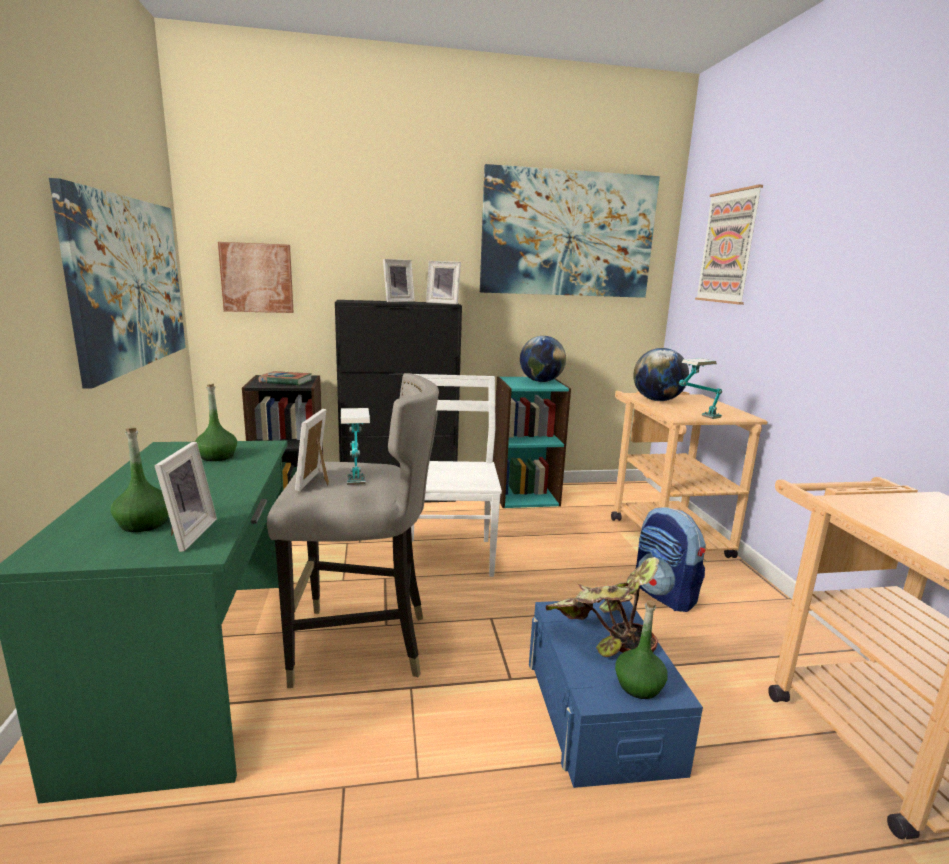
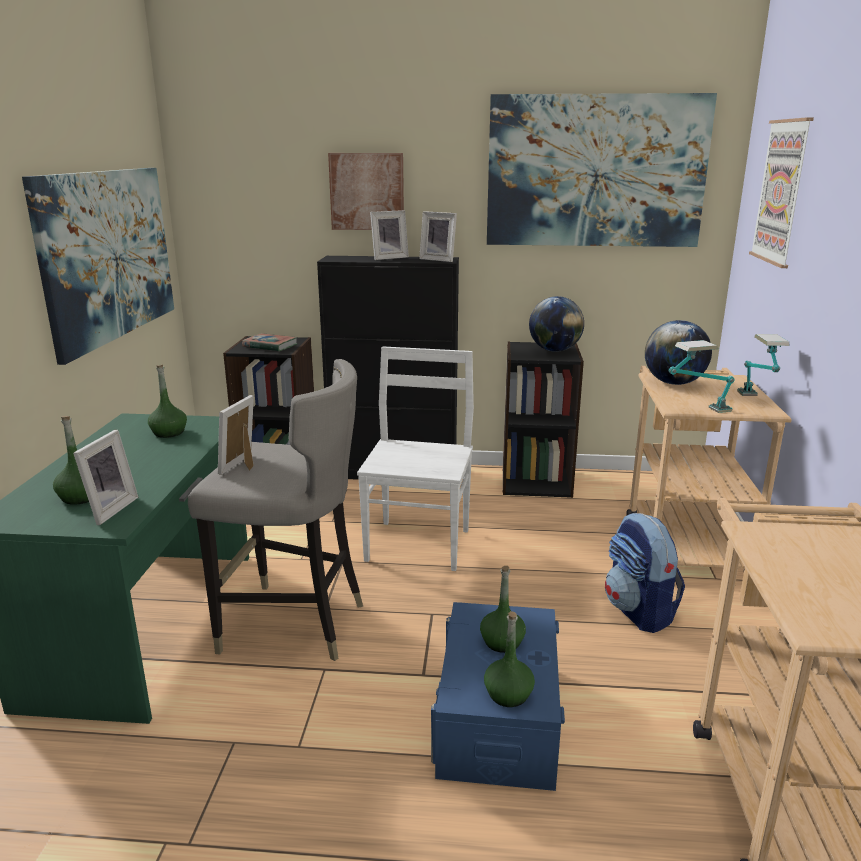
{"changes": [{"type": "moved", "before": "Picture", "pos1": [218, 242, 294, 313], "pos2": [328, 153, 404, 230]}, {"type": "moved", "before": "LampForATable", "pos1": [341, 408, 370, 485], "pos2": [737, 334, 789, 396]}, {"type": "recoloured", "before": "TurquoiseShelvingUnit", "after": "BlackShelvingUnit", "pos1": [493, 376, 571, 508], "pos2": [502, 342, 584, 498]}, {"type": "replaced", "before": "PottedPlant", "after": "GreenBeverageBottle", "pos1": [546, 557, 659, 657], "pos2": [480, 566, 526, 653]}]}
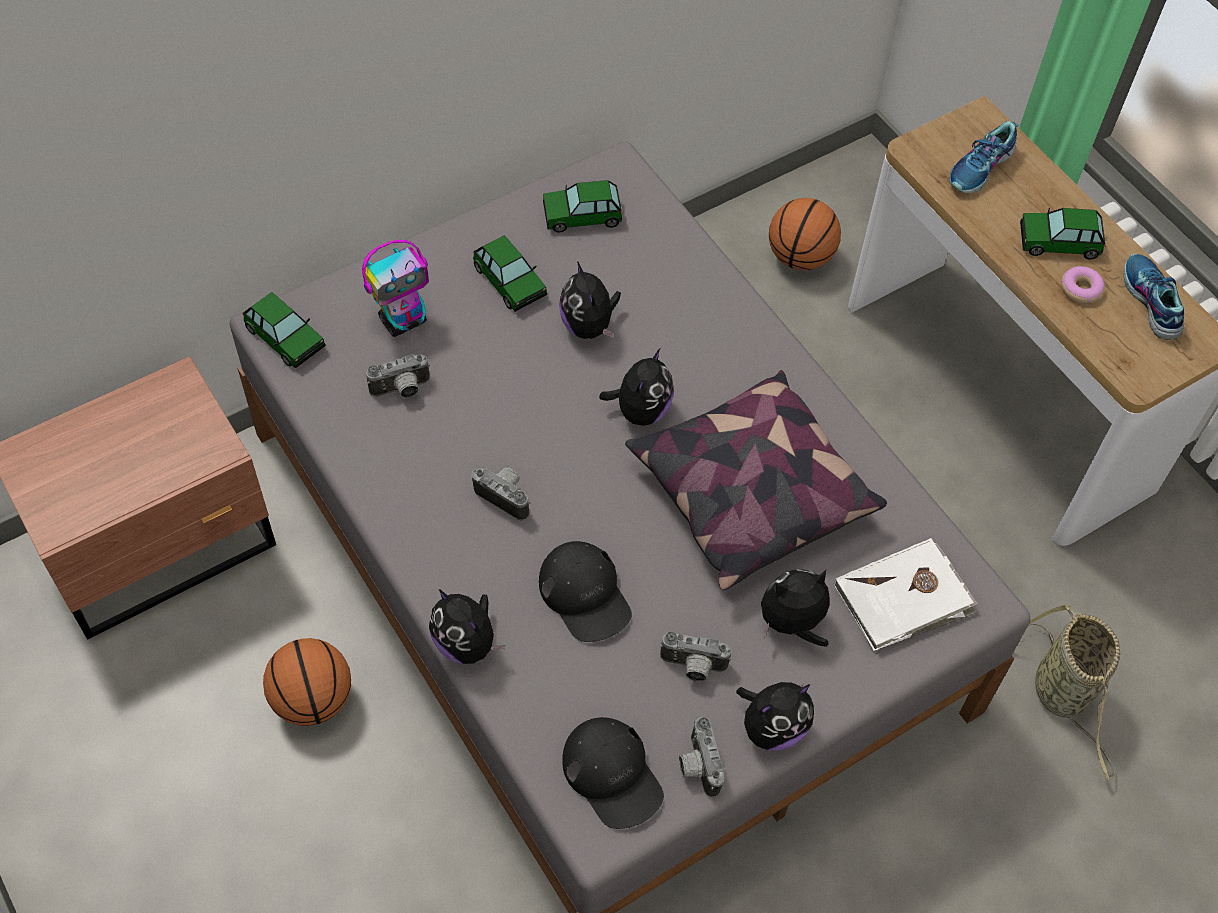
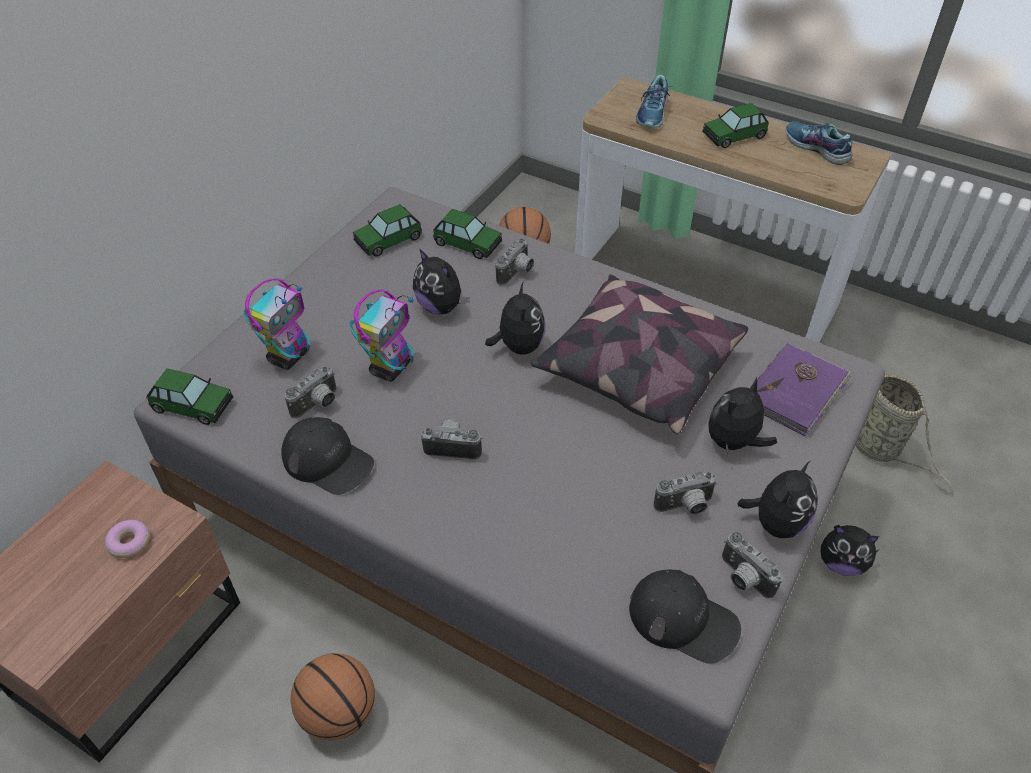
{"changes": [{"type": "moved", "before": "CuddlyToy", "pos1": [429, 589, 505, 664], "pos2": [821, 525, 879, 576]}, {"type": "moved", "before": "ToyCar", "pos1": [473, 235, 547, 312], "pos2": [433, 209, 502, 259]}, {"type": "moved", "before": "BlackBaseballCap", "pos1": [539, 541, 632, 642], "pos2": [281, 417, 374, 495]}, {"type": "recoloured", "before": "WhiteColouredBook", "after": "PurplishBook", "pos1": [834, 538, 978, 652], "pos2": [757, 343, 852, 436]}, {"type": "moved", "before": "Doughnut", "pos1": [1061, 266, 1105, 303], "pos2": [104, 520, 149, 558]}, {"type": "added", "after": "ModelRobot", "pos2": [350, 289, 414, 382]}, {"type": "added", "after": "StillCamera", "pos2": [495, 238, 534, 285]}]}
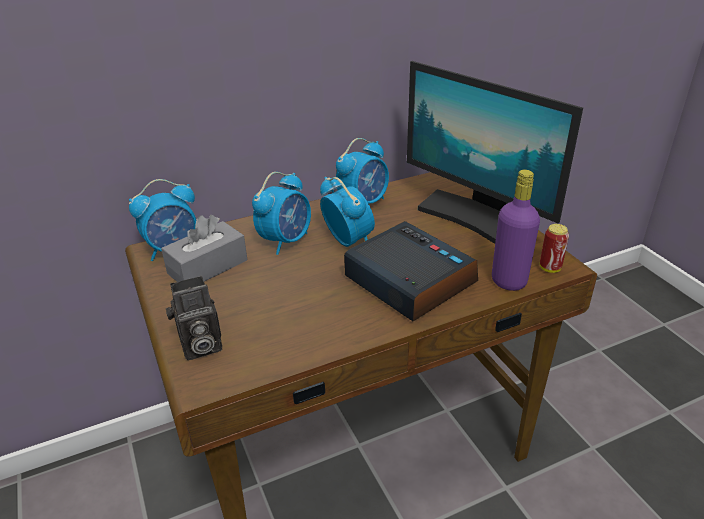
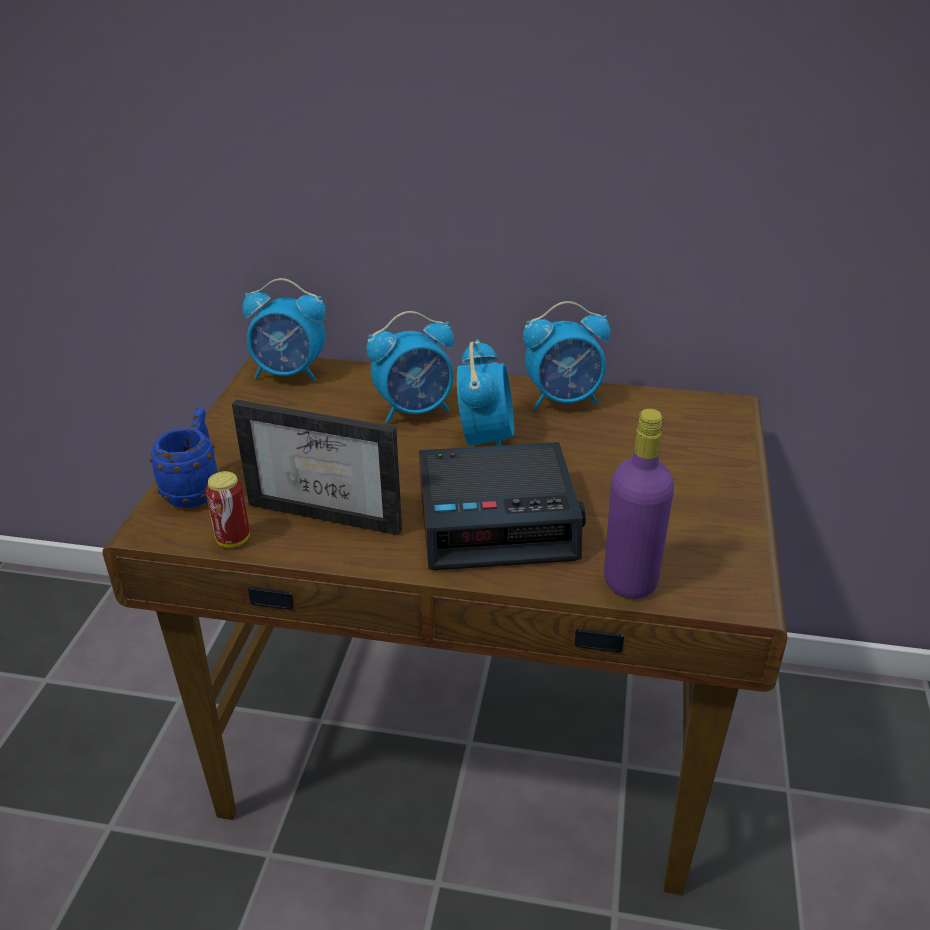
{"changes": [{"type": "removed", "before": "GreyishTissueHolder", "pos1": [161, 215, 247, 282]}, {"type": "replaced", "before": "StillCamera", "after": "BlueColouredCoffeeMug", "pos1": [166, 276, 222, 360], "pos2": [150, 408, 218, 508]}, {"type": "turned", "before": "AlarmClock", "pos1": [344, 221, 478, 321], "pos2": [419, 442, 586, 570], "turn": 90}, {"type": "removed", "before": "ComputerScreen", "pos1": [407, 61, 583, 244]}, {"type": "moved", "before": "SealedCan", "pos1": [540, 224, 569, 273], "pos2": [206, 471, 250, 548]}, {"type": "added", "after": "PictureFrame", "pos2": [232, 400, 402, 535]}]}
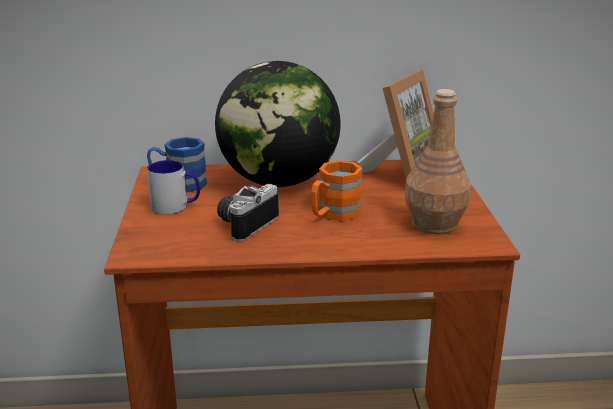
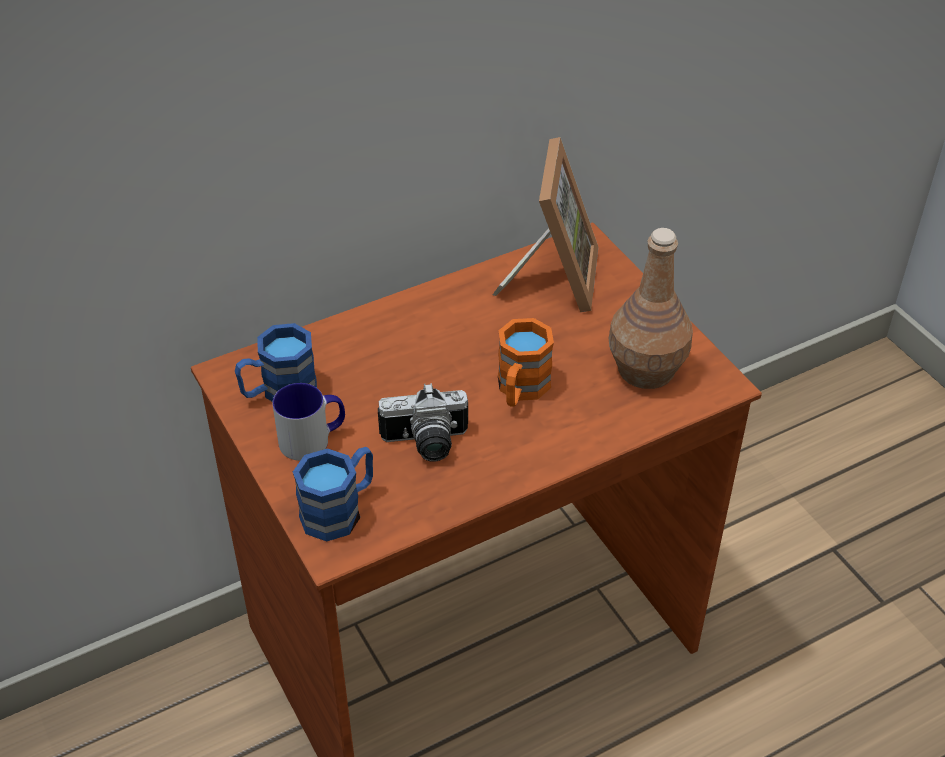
{"changes": [{"type": "removed", "before": "WorldGlobe", "pos1": [215, 61, 341, 187]}, {"type": "turned", "before": "StillCamera", "pos1": [217, 184, 279, 241], "pos2": [378, 383, 468, 462], "turn": -105}, {"type": "added", "after": "BlueColouredCoffeeMug", "pos2": [293, 447, 373, 542]}]}
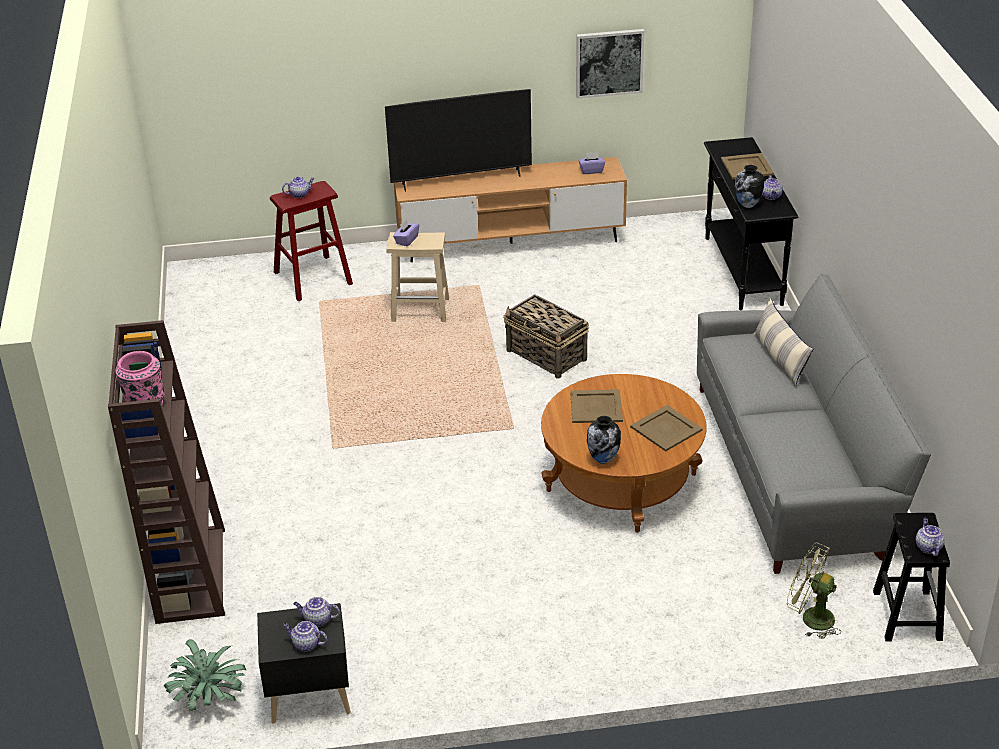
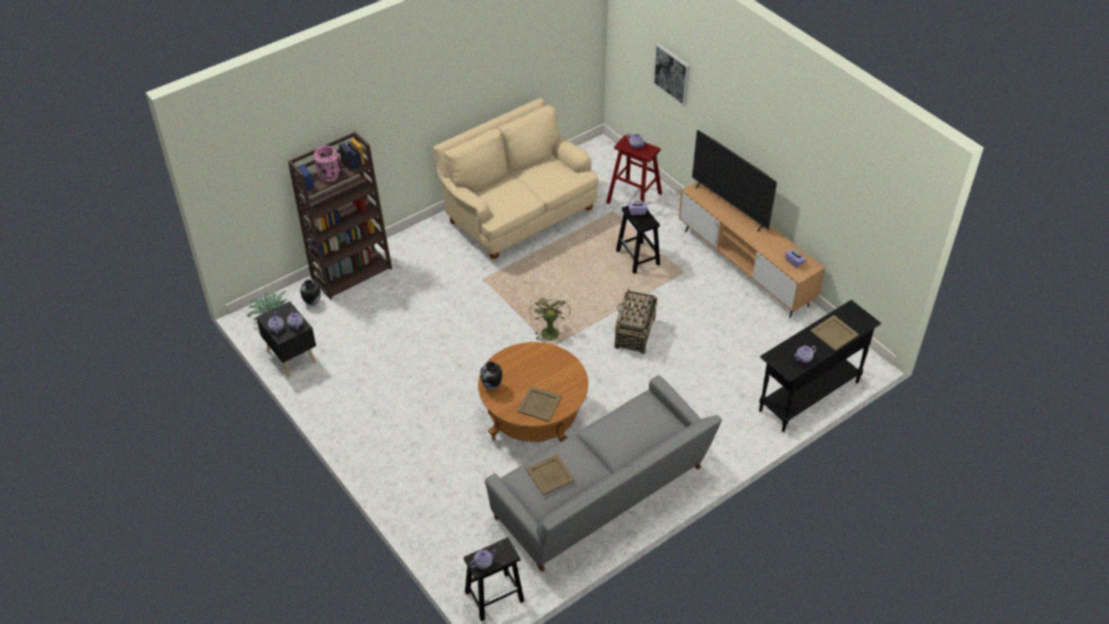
{"changes": [{"type": "recoloured", "before": "BeigeColouredStoolSeat", "after": "BlackStoolSeat", "pos1": [386, 232, 449, 322], "pos2": [616, 205, 660, 274]}, {"type": "moved", "before": "BeigeColouredCarryingTray", "pos1": [570, 389, 623, 423], "pos2": [526, 454, 575, 495]}, {"type": "moved", "before": "Picture", "pos1": [576, 29, 644, 99], "pos2": [653, 43, 690, 106]}, {"type": "moved", "before": "FlowerVase", "pos1": [735, 165, 764, 208], "pos2": [300, 280, 321, 306]}, {"type": "removed", "before": "Cushion", "pos1": [753, 298, 813, 386]}, {"type": "moved", "before": "GreenFan", "pos1": [787, 543, 841, 639], "pos2": [530, 293, 571, 343]}, {"type": "added", "after": "BeigeColouredCouch", "pos2": [433, 98, 598, 261]}]}
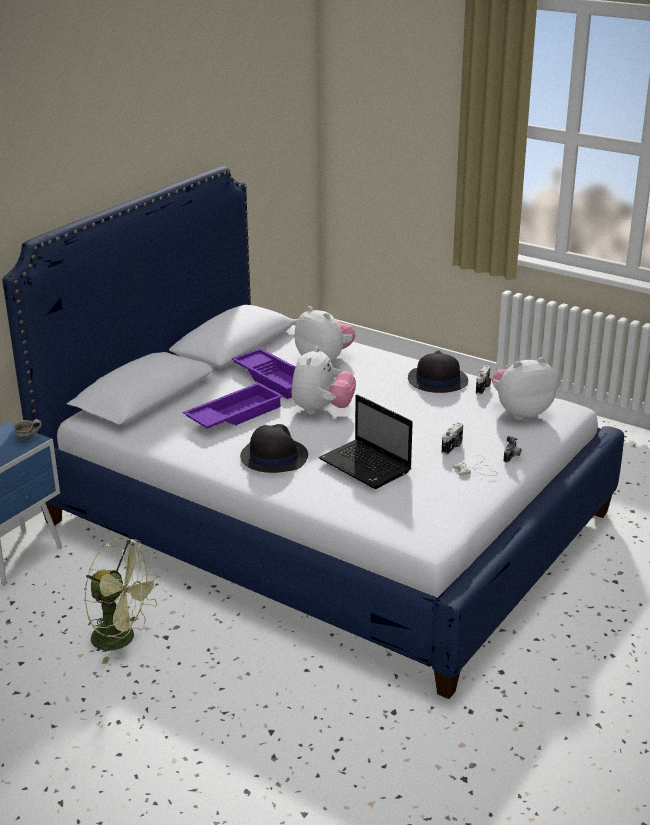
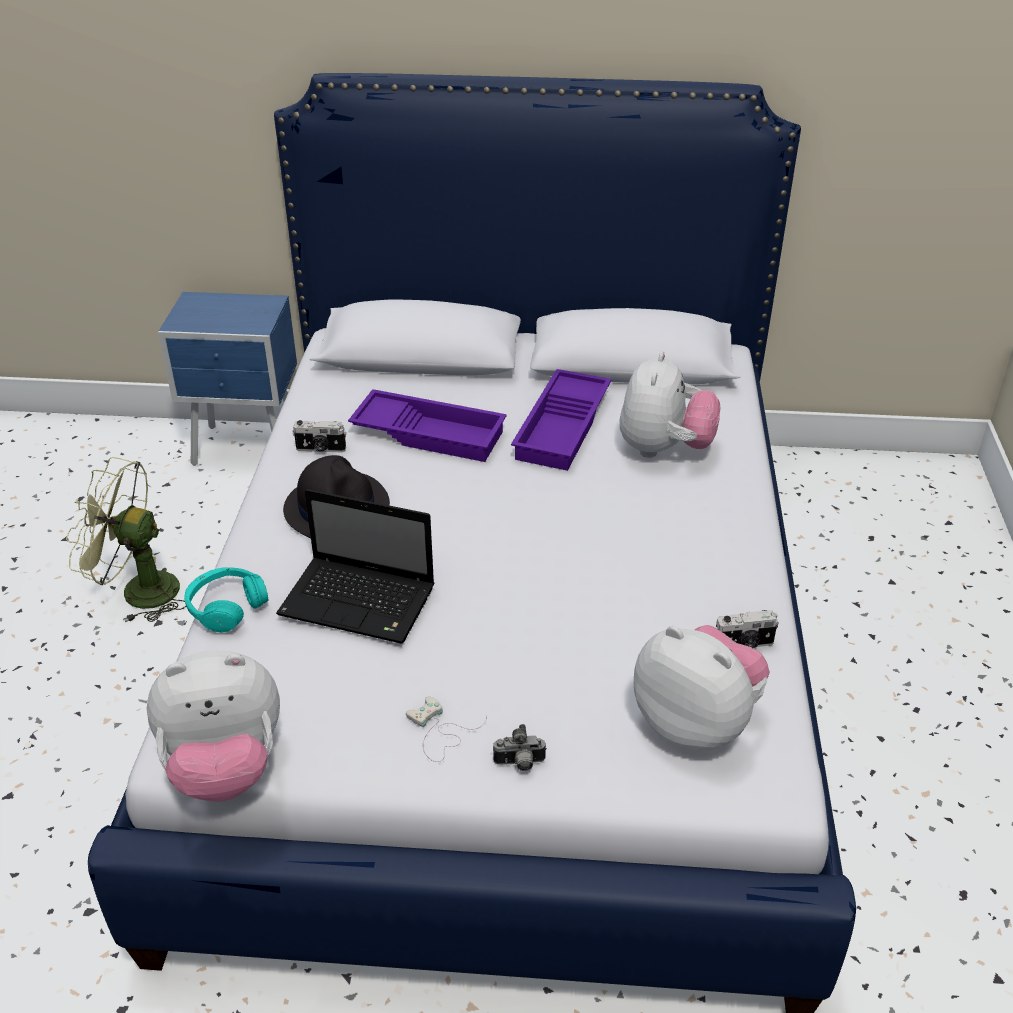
{"changes": [{"type": "removed", "before": "GreyishCoffeeMug", "pos1": [13, 419, 42, 440]}, {"type": "turned", "before": "GreenFan", "pos1": [84, 537, 161, 664], "pos2": [66, 457, 186, 623], "turn": 105}, {"type": "moved", "before": "CuddlyToy", "pos1": [292, 346, 356, 414], "pos2": [147, 650, 280, 802]}, {"type": "turned", "before": "Laptop", "pos1": [319, 394, 413, 489], "pos2": [276, 489, 435, 644], "turn": -90}, {"type": "removed", "before": "BlackWearableHat", "pos1": [408, 351, 468, 393]}, {"type": "moved", "before": "StillCamera", "pos1": [442, 422, 463, 455], "pos2": [292, 420, 346, 452]}, {"type": "added", "after": "TurquoiseHeadphones", "pos2": [184, 567, 268, 632]}]}
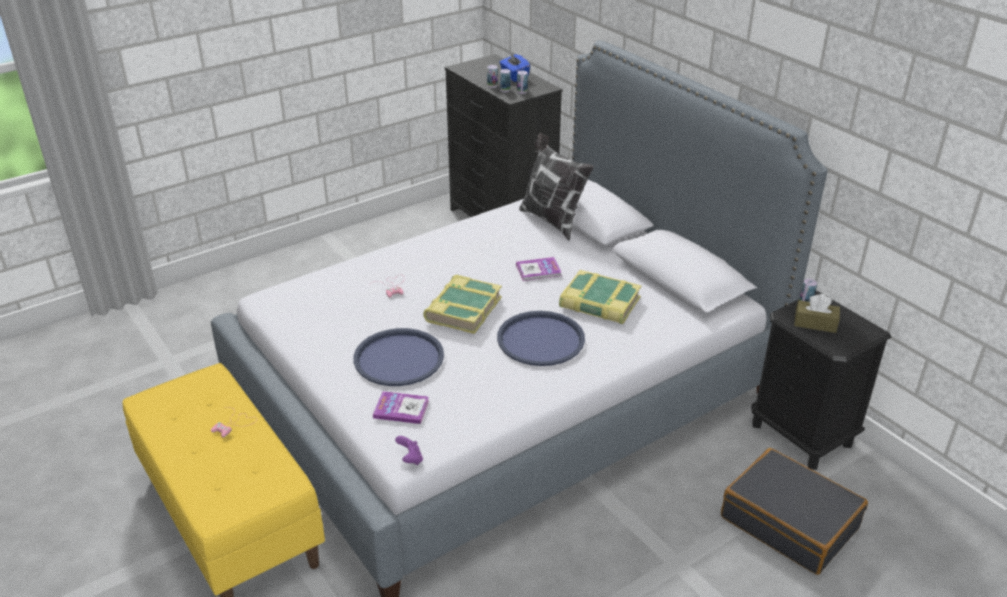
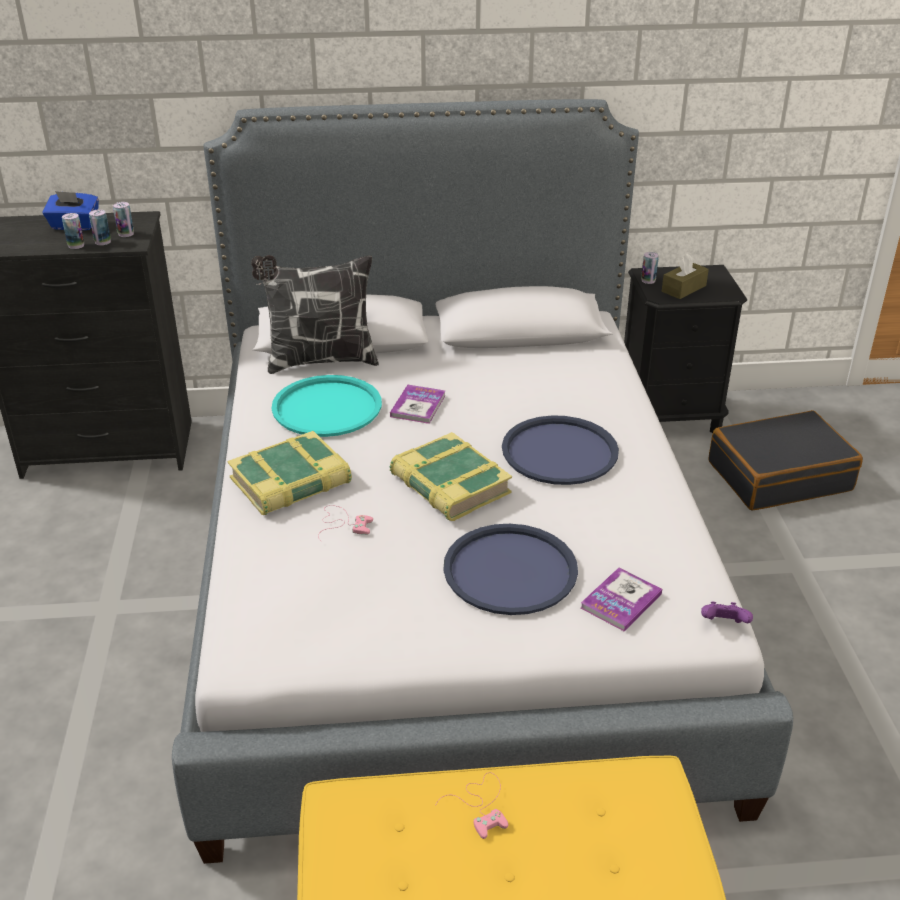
{"changes": [{"type": "moved", "before": "Book", "pos1": [559, 270, 642, 324], "pos2": [227, 431, 352, 515]}, {"type": "added", "after": "TurquoiseCarryingTray", "pos2": [272, 375, 382, 437]}]}
